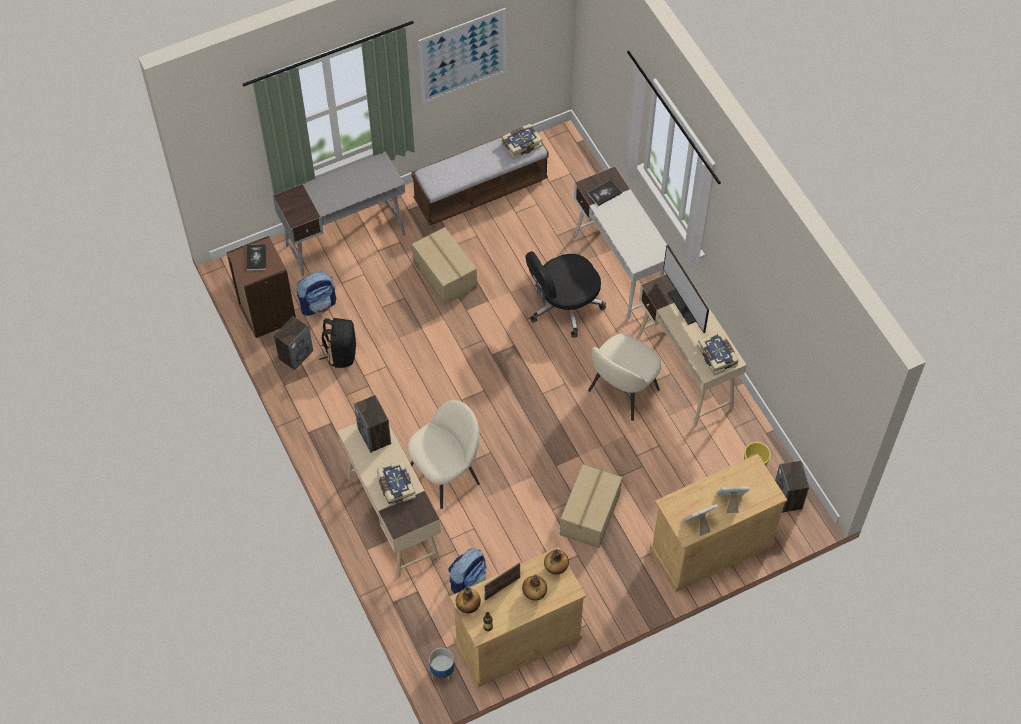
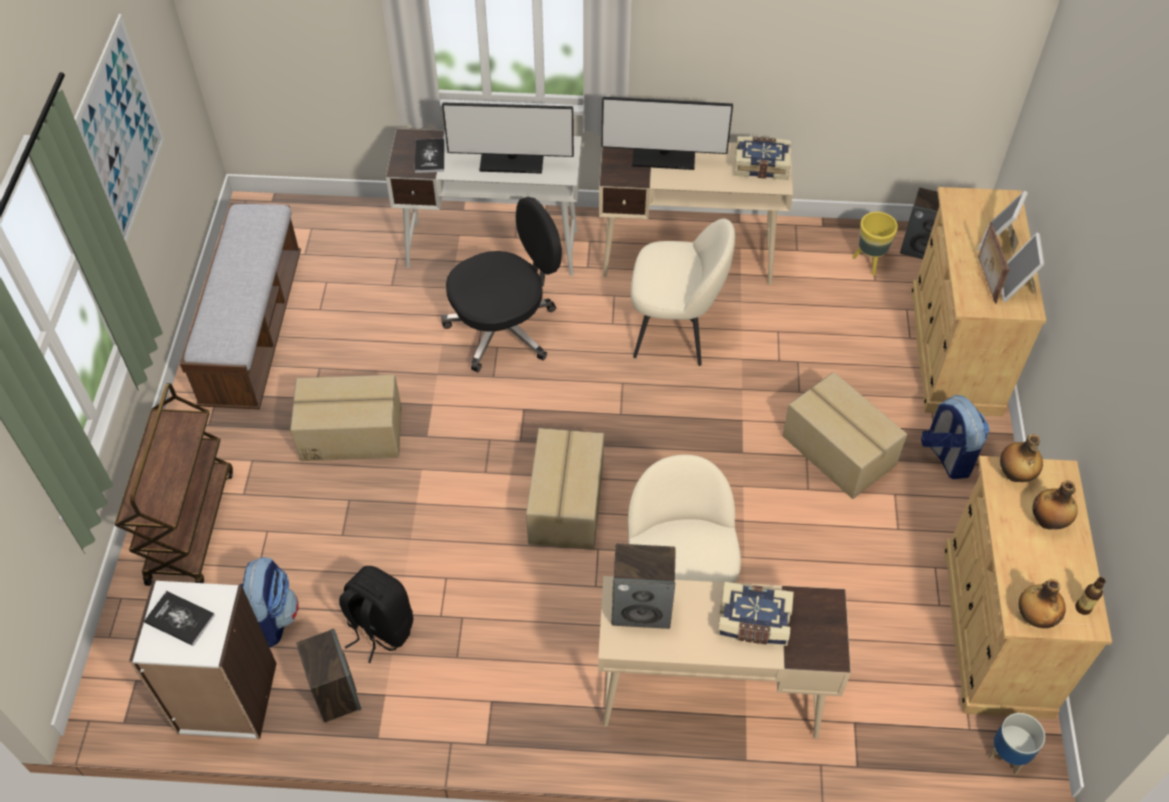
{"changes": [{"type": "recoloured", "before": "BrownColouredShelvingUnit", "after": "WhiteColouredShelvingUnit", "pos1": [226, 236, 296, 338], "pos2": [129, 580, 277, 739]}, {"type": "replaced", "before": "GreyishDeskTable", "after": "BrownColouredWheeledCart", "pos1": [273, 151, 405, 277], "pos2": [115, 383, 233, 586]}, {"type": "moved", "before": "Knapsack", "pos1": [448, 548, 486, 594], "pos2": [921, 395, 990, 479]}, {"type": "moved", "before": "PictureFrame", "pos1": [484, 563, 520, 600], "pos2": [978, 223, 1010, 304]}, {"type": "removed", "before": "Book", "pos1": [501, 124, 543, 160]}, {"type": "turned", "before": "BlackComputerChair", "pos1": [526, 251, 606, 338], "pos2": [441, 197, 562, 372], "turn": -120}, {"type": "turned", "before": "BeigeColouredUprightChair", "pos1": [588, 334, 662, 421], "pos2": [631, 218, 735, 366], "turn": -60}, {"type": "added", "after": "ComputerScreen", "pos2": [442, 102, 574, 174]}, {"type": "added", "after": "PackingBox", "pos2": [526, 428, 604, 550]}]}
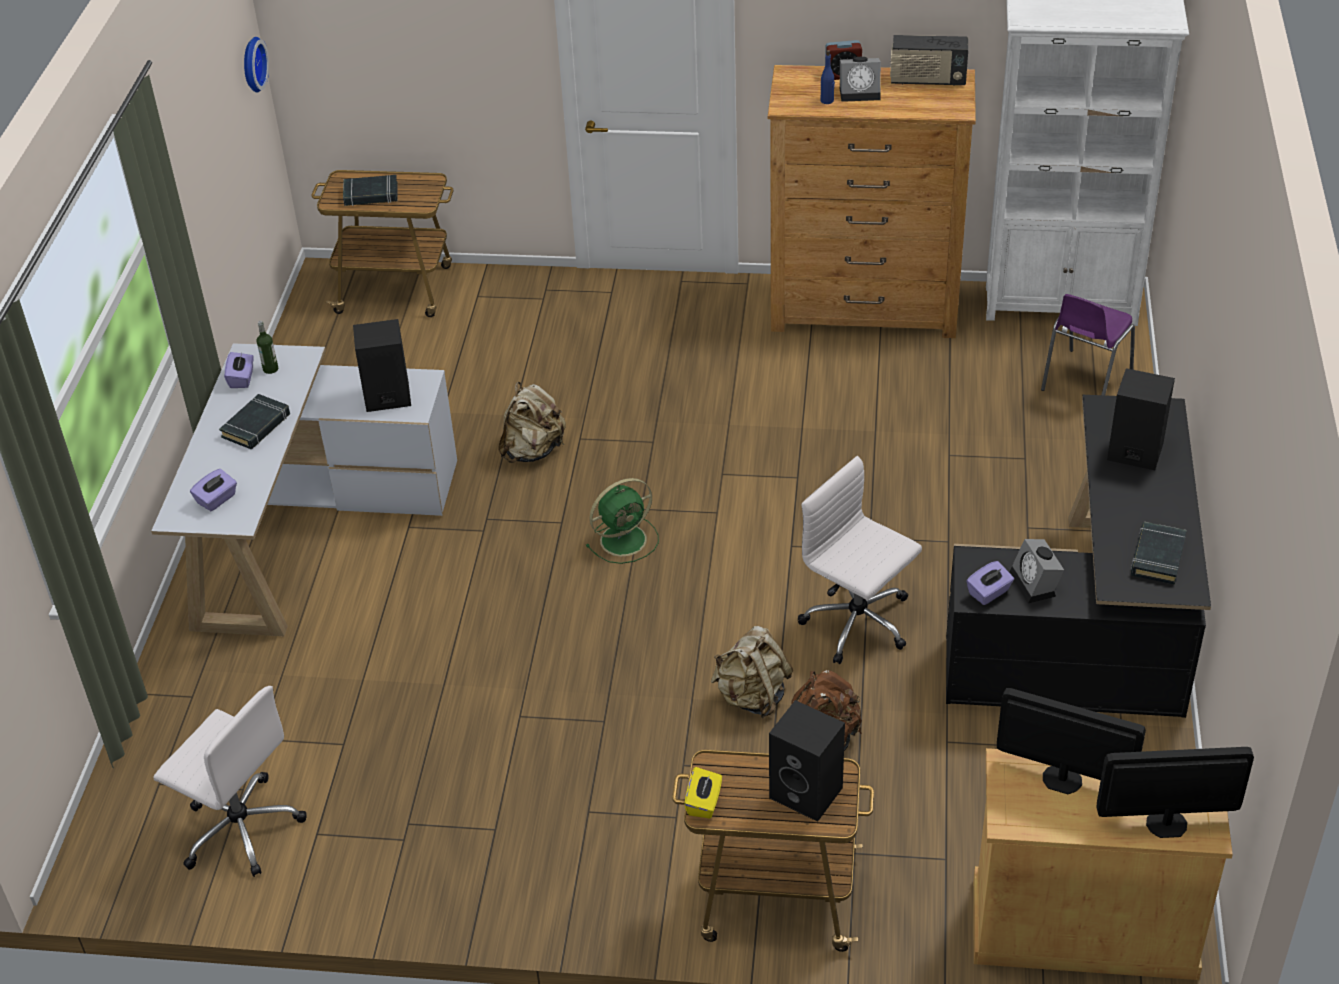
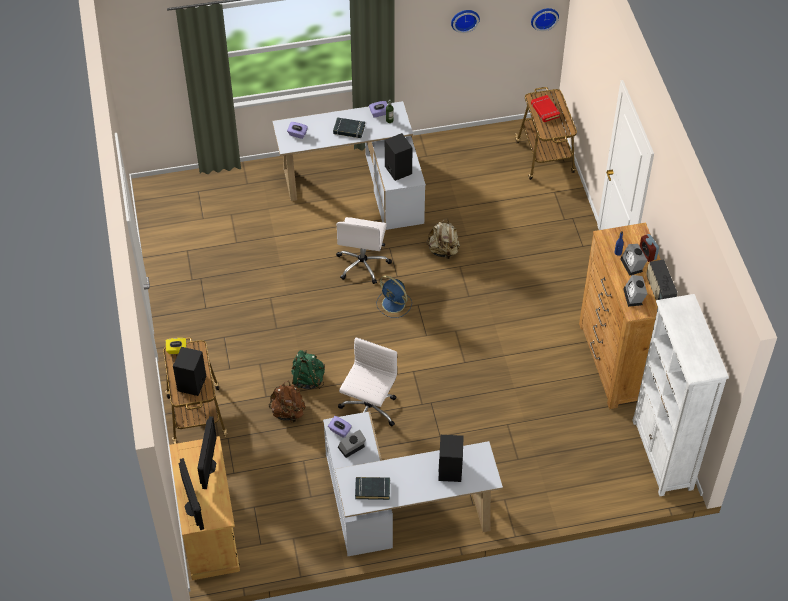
{"changes": [{"type": "moved", "before": "WhiteColouredComputerChair", "pos1": [154, 686, 307, 877], "pos2": [336, 217, 392, 284]}, {"type": "recoloured", "before": "BlackBook", "after": "ReddishBook", "pos1": [343, 175, 398, 206], "pos2": [531, 95, 560, 122]}, {"type": "recoloured", "before": "GreenFan", "after": "BlueColouredFan", "pos1": [585, 478, 659, 564], "pos2": [376, 276, 412, 318]}, {"type": "recoloured", "before": "BeigeColouredKnapsack", "after": "GreenKnapsack", "pos1": [711, 626, 793, 718], "pos2": [291, 350, 325, 389]}, {"type": "recoloured", "before": "BlackDeskTable", "after": "WhiteColouredDeskTable", "pos1": [946, 395, 1211, 718], "pos2": [323, 411, 503, 556]}, {"type": "removed", "before": "PurplishUprightChair", "pos1": [1041, 294, 1135, 395]}, {"type": "added", "after": "HangingClock", "pos2": [451, 10, 480, 33]}, {"type": "added", "after": "AlarmClock", "pos2": [623, 275, 647, 307]}]}
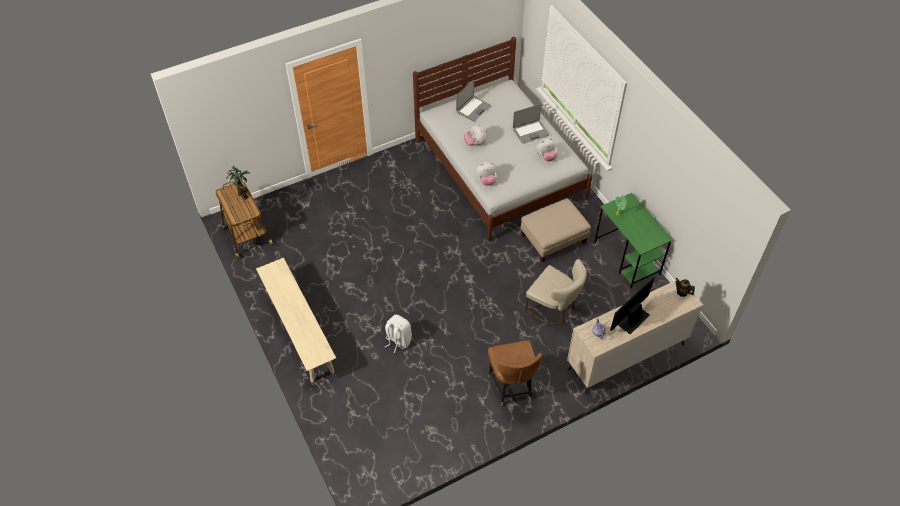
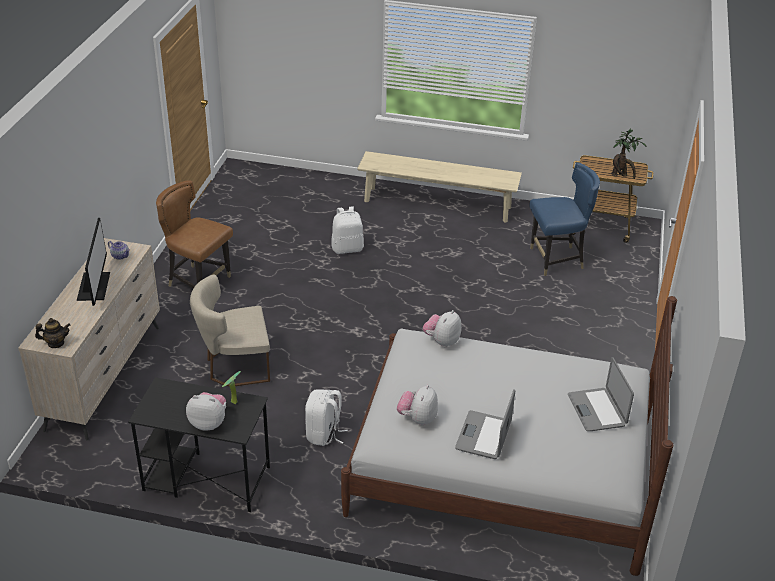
{"changes": [{"type": "moved", "before": "CuddlyToy", "pos1": [464, 124, 487, 146], "pos2": [186, 392, 226, 431]}, {"type": "replaced", "before": "BeigeColouredFootrest", "after": "WhiteColouredKnapsack", "pos1": [521, 198, 591, 262], "pos2": [305, 390, 348, 446]}, {"type": "recoloured", "before": "GreenDeskTable", "after": "BlackDeskTable", "pos1": [594, 193, 673, 288], "pos2": [128, 377, 270, 512]}, {"type": "added", "after": "BlueColouredUprightChair", "pos2": [529, 162, 600, 276]}]}
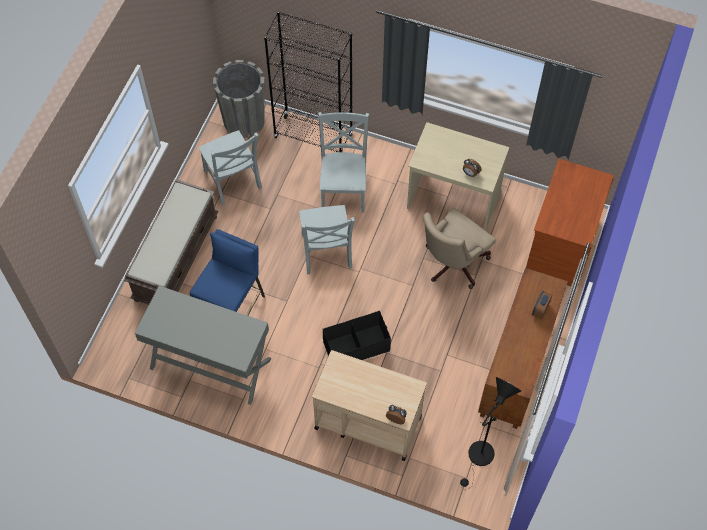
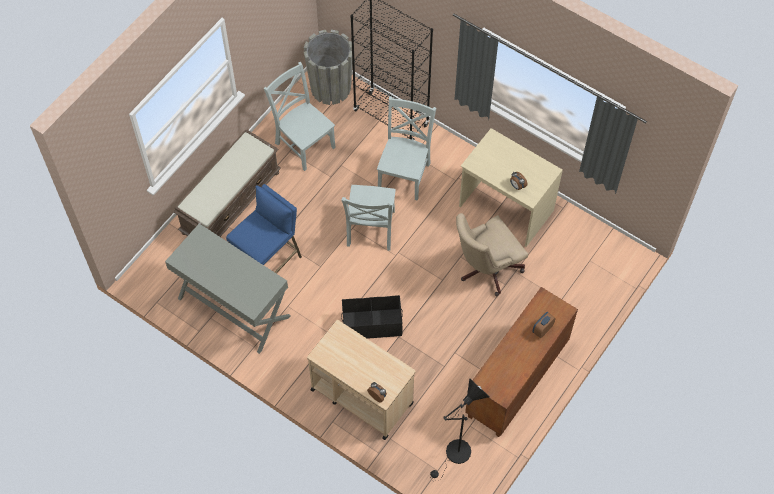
{"changes": [{"type": "turned", "before": "GreyishUprightChair", "pos1": [198, 130, 262, 205], "pos2": [264, 62, 336, 171], "turn": 150}, {"type": "removed", "before": "BrownColouredDeskTable", "pos1": [526, 159, 614, 287]}]}
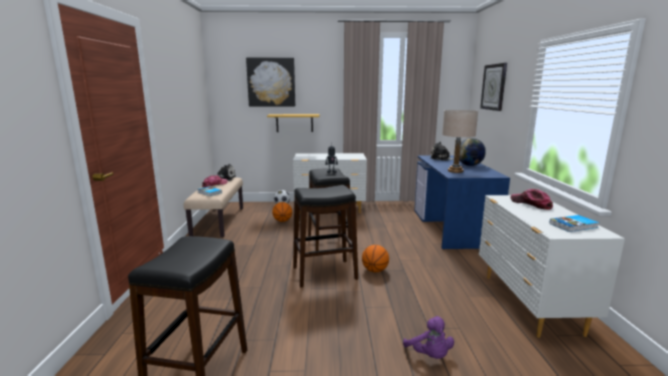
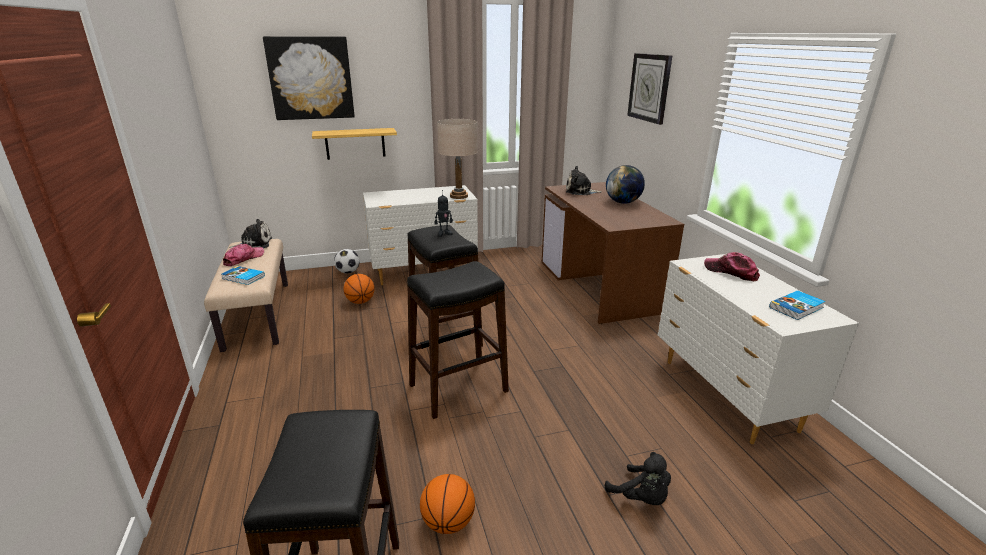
{"changes": [{"type": "moved", "before": "BallForBasketball", "pos1": [362, 245, 389, 272], "pos2": [420, 474, 475, 534]}, {"type": "recoloured", "before": "PurplishCuddlyToy", "after": "BlackCuddlyToy", "pos1": [403, 316, 454, 359], "pos2": [605, 452, 671, 505]}, {"type": "recoloured", "before": "BlueColouredDeskTable", "after": "BrownColouredDeskTable", "pos1": [414, 155, 510, 249], "pos2": [542, 182, 684, 324]}, {"type": "moved", "before": "BeigeColouredLampForATable", "pos1": [442, 110, 478, 173], "pos2": [437, 119, 478, 199]}]}
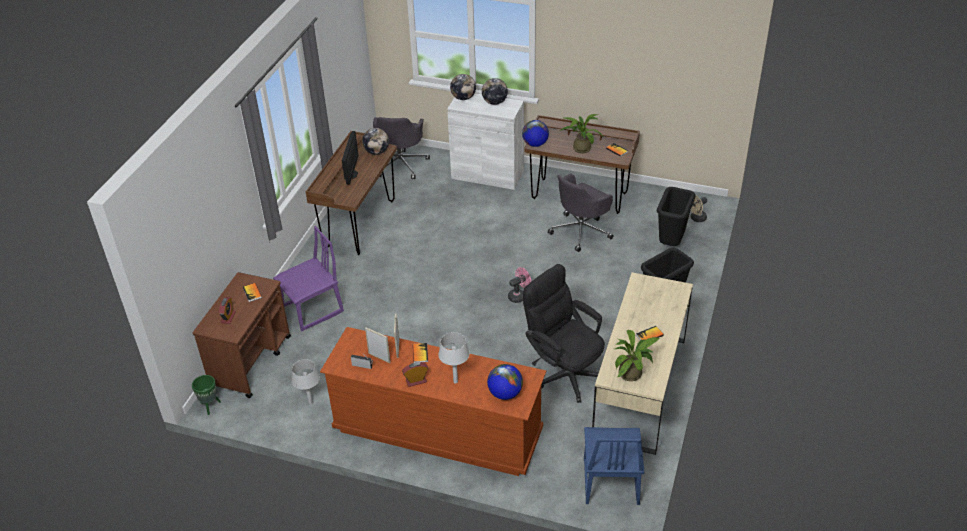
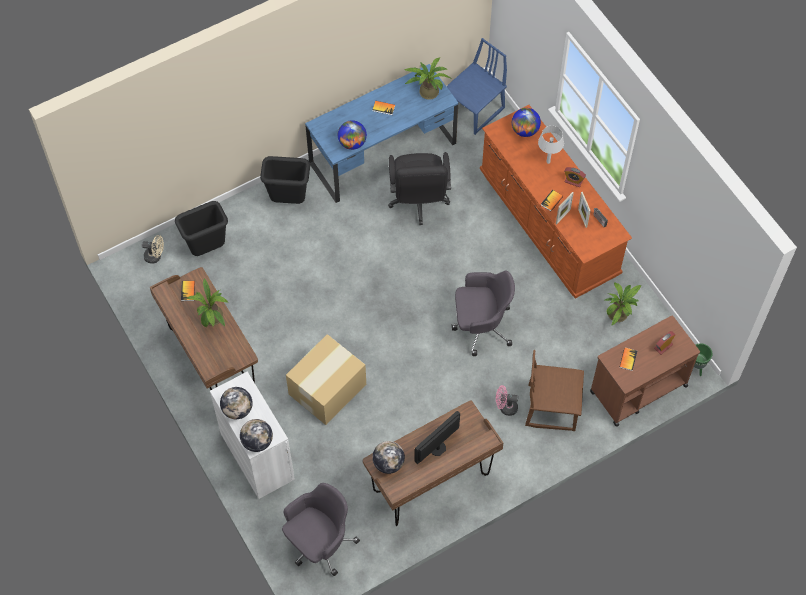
{"changes": [{"type": "recoloured", "before": "PurplishUprightChair", "after": "BrownColouredUprightChair", "pos1": [273, 226, 344, 331], "pos2": [525, 350, 584, 431]}, {"type": "replaced", "before": "GreyishLampForATable", "after": "PottedPlant", "pos1": [292, 359, 320, 405], "pos2": [605, 283, 642, 325]}, {"type": "moved", "before": "PinkFan", "pos1": [508, 267, 531, 303], "pos2": [496, 385, 518, 416]}, {"type": "moved", "before": "WorldGlobe", "pos1": [522, 120, 549, 147], "pos2": [338, 120, 367, 150]}, {"type": "moved", "before": "GreyishComputerChair", "pos1": [548, 173, 614, 252], "pos2": [452, 271, 515, 356]}, {"type": "recoloured", "before": "BeigeColouredDeskTable", "after": "BlueColouredDeskTable", "pos1": [592, 272, 693, 455], "pos2": [305, 64, 458, 203]}, {"type": "added", "after": "PackingBox", "pos2": [286, 334, 366, 425]}]}
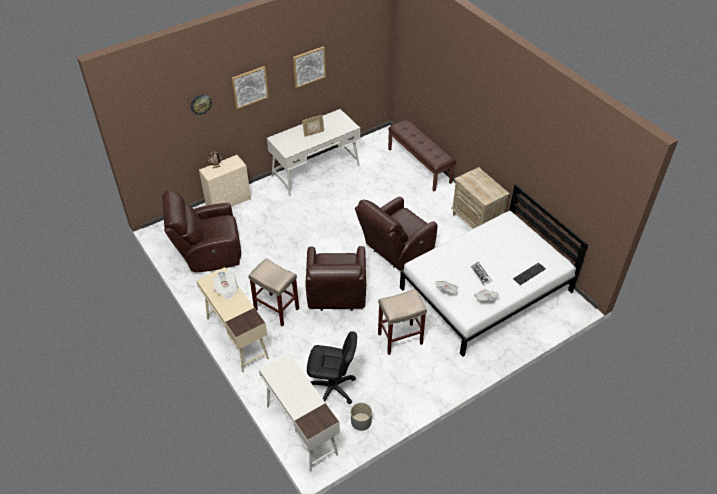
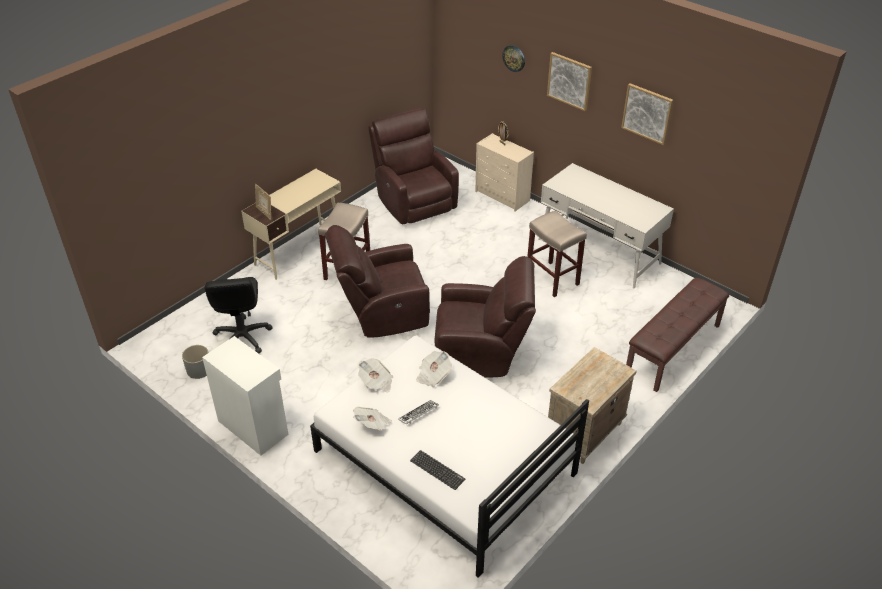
{"changes": [{"type": "moved", "before": "Newspaper", "pos1": [213, 271, 239, 300], "pos2": [416, 351, 452, 387]}, {"type": "removed", "before": "WhiteColouredDeskTable", "pos1": [259, 354, 340, 472]}, {"type": "moved", "before": "PictureFrame", "pos1": [302, 115, 324, 137], "pos2": [255, 183, 271, 220]}, {"type": "turned", "before": "BrownColouredLoungeChair", "pos1": [355, 197, 438, 271], "pos2": [434, 256, 536, 377], "turn": 150}, {"type": "moved", "before": "BeigeColouredStoolSeat", "pos1": [378, 289, 427, 355], "pos2": [527, 210, 587, 297]}, {"type": "added", "after": "WhiteColouredStorageCabinet", "pos2": [202, 336, 289, 456]}]}
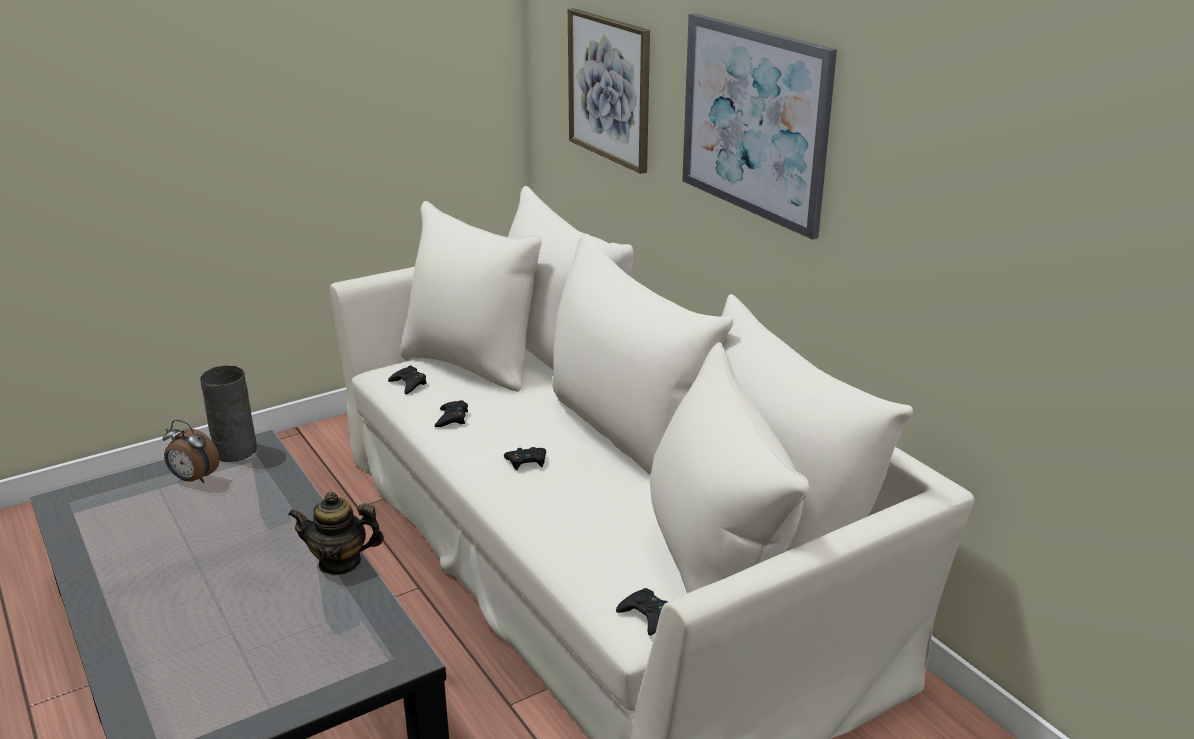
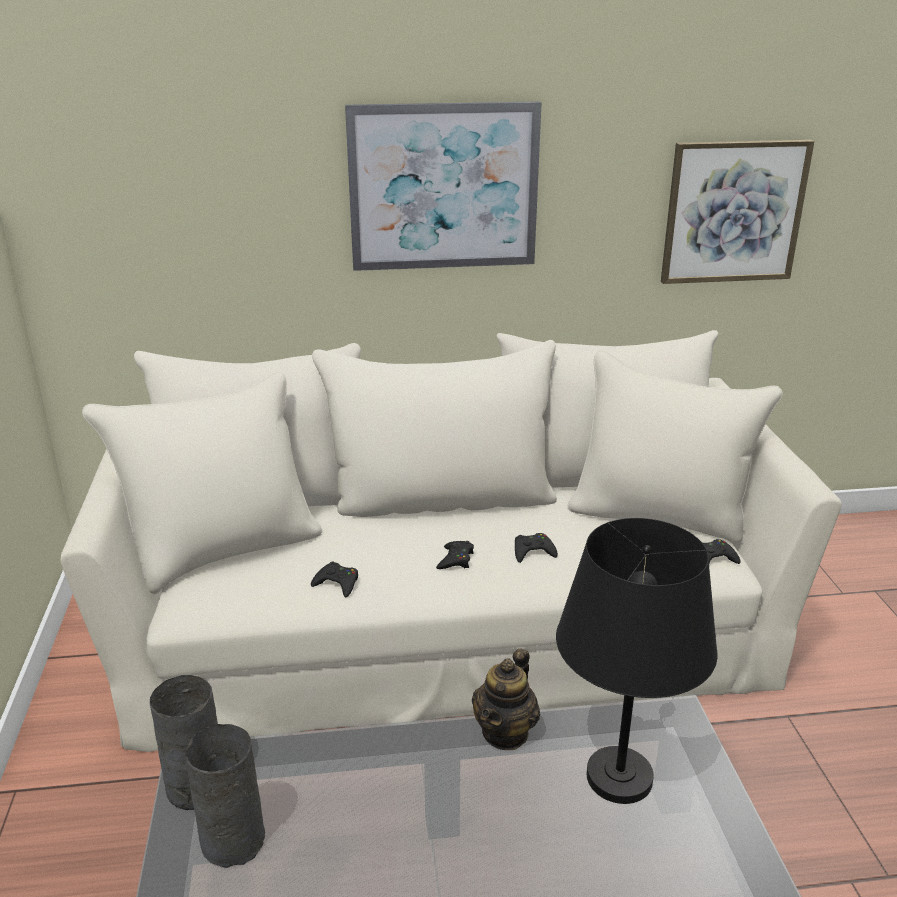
{"changes": [{"type": "replaced", "before": "AlarmClock", "after": "GreyishFlowerVase", "pos1": [162, 420, 220, 483], "pos2": [185, 724, 265, 868]}, {"type": "moved", "before": "BlackGameController", "pos1": [388, 366, 427, 394], "pos2": [515, 533, 558, 563]}, {"type": "moved", "before": "Picture", "pos1": [568, 8, 650, 174], "pos2": [661, 140, 814, 284]}, {"type": "added", "after": "BlackLampForATable", "pos2": [556, 518, 718, 804]}]}
